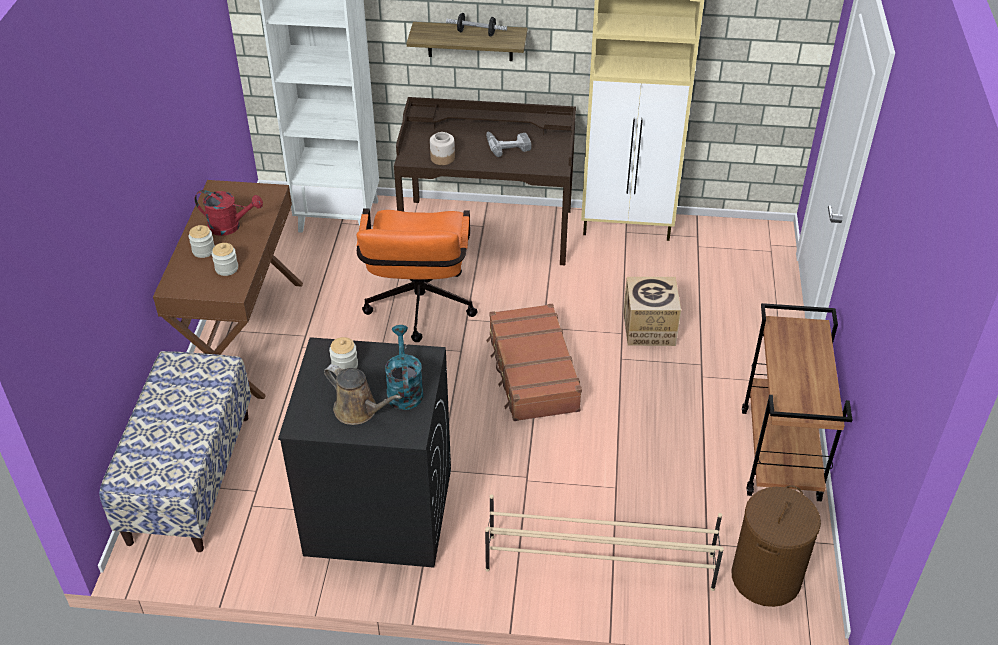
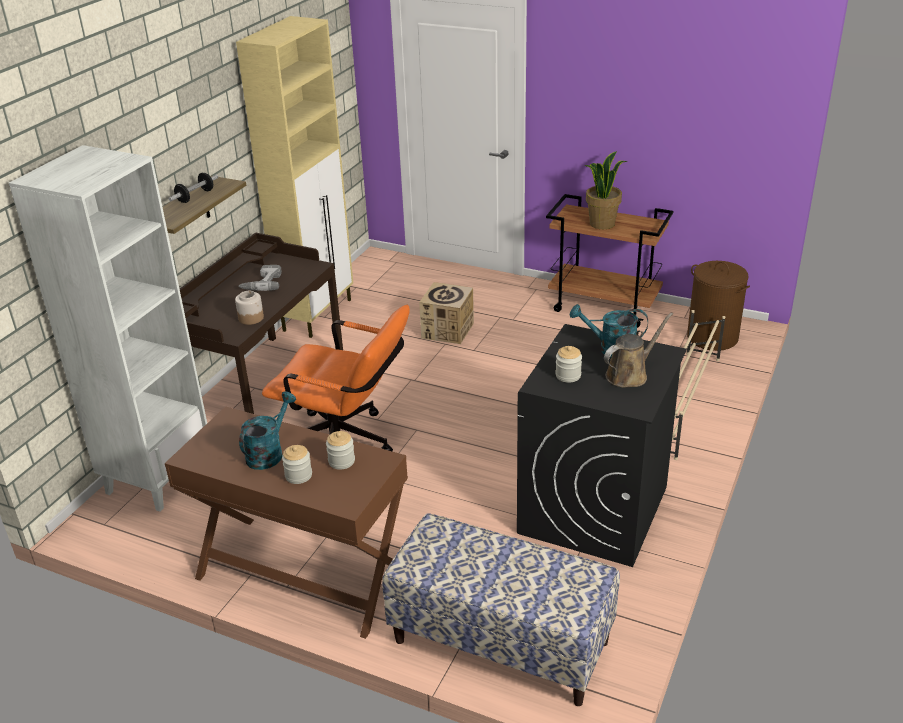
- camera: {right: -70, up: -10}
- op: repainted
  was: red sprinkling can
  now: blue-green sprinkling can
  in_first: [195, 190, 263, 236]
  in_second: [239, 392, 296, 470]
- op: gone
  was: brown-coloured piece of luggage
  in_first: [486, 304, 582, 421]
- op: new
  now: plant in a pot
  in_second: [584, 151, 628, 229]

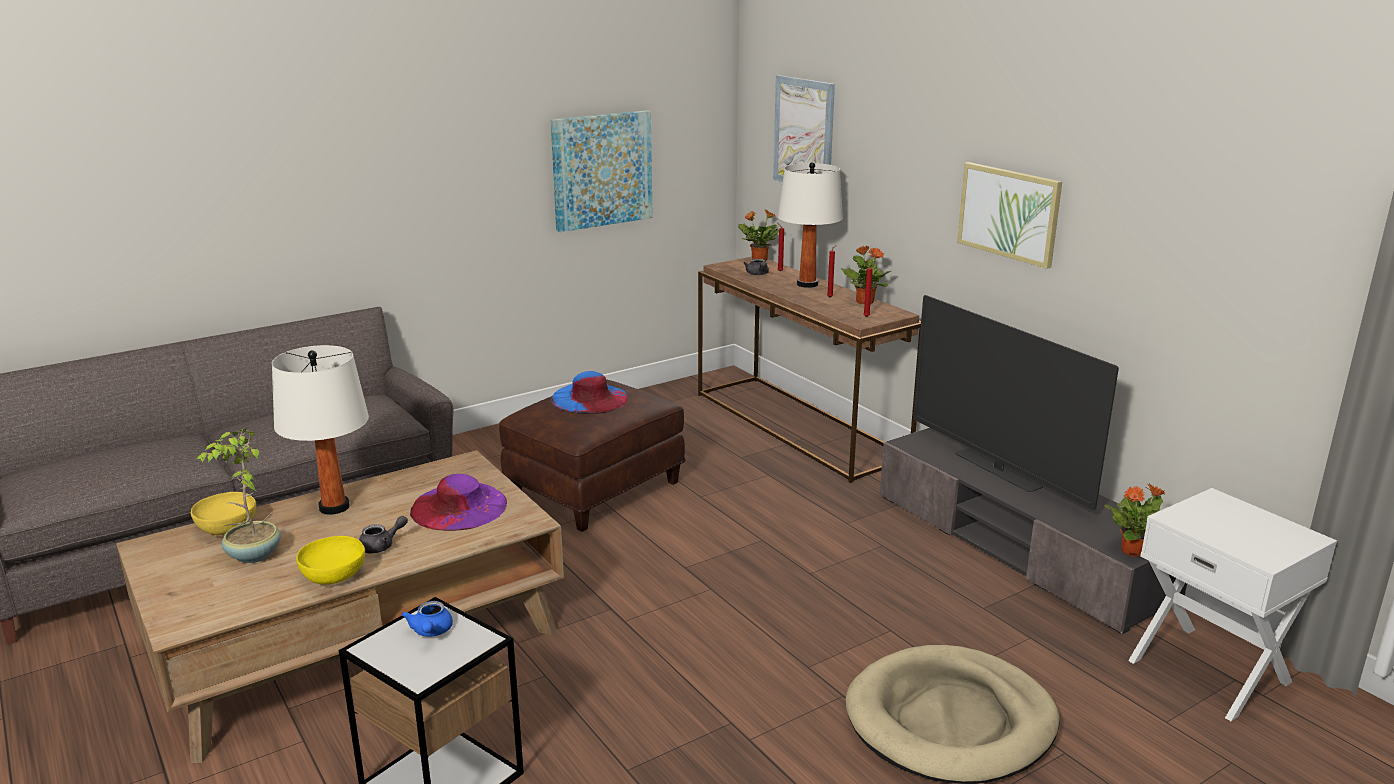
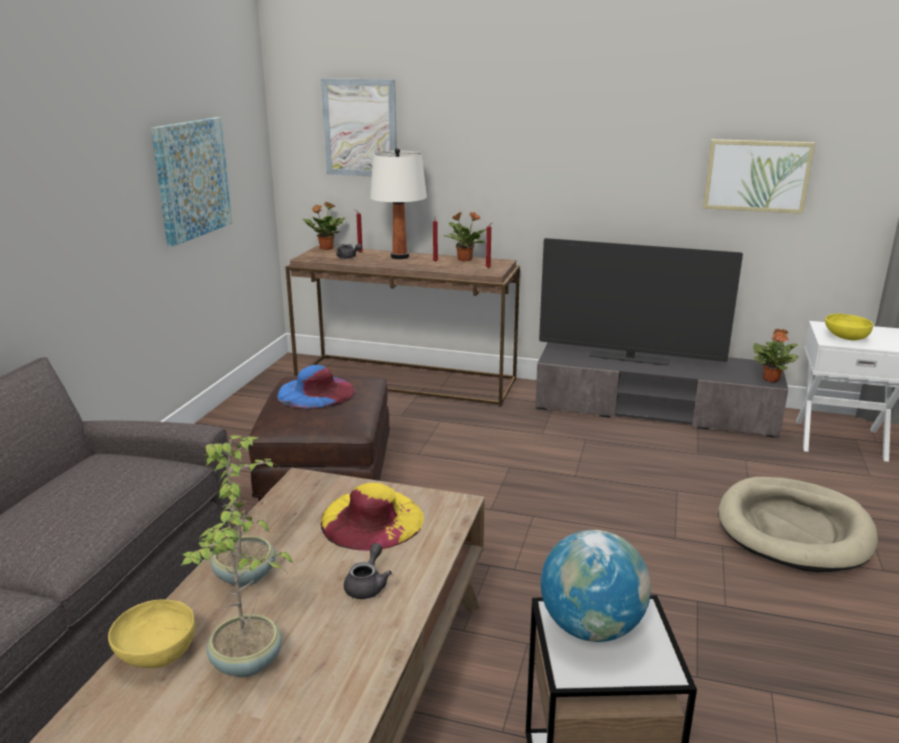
- camera: {right: -40, up: 0}
- op: shifted
  was: wall picture
  in_first: [957, 162, 1062, 269]
  in_second: [703, 139, 815, 214]
- op: swapped
  was: whitish lamp for a table
  now: plant in a pot
  in_first: [272, 345, 369, 515]
  in_second: [203, 435, 278, 587]
- op: repainted
  was: purple clothing hat
  now: yellow-coloured clothing hat
  in_first: [410, 474, 507, 531]
  in_second: [321, 483, 424, 551]
- op: shifted
  was: yellow-coloured deep dish
  in_first: [296, 536, 365, 584]
  in_second: [825, 314, 873, 341]
- op: swapped
  was: blue-coloured teapot
  now: globe
  in_first: [401, 601, 453, 637]
  in_second: [541, 530, 651, 642]

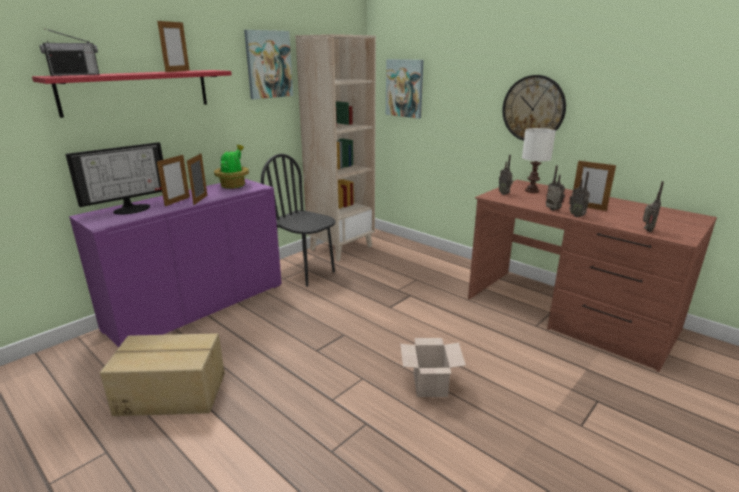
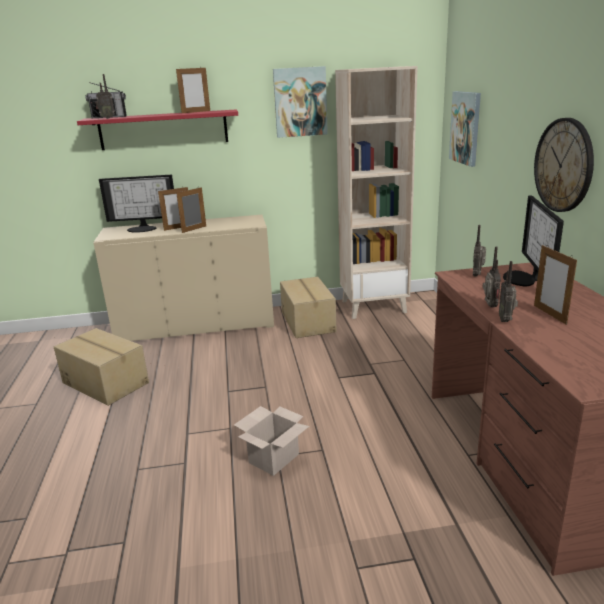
- camera: {right: 40, up: 0}
- op: swapped
  was: whitish lamp for a table
  now: monitor
  in_first: [522, 128, 556, 193]
  in_second: [503, 195, 564, 287]
- op: gone
  was: plant in a pot
  in_first: [214, 145, 249, 189]
- op: swapped
  was: black upright chair
  now: packing box
  in_first: [261, 154, 336, 287]
  in_second: [280, 277, 337, 338]
- op: repainted
  was: purple storage cabinet
  now: beige storage cabinet
  in_first: [69, 179, 282, 348]
  in_second: [93, 215, 274, 341]
- op: shifted
  was: radio set
  in_first: [643, 181, 664, 232]
  in_second: [95, 74, 115, 119]

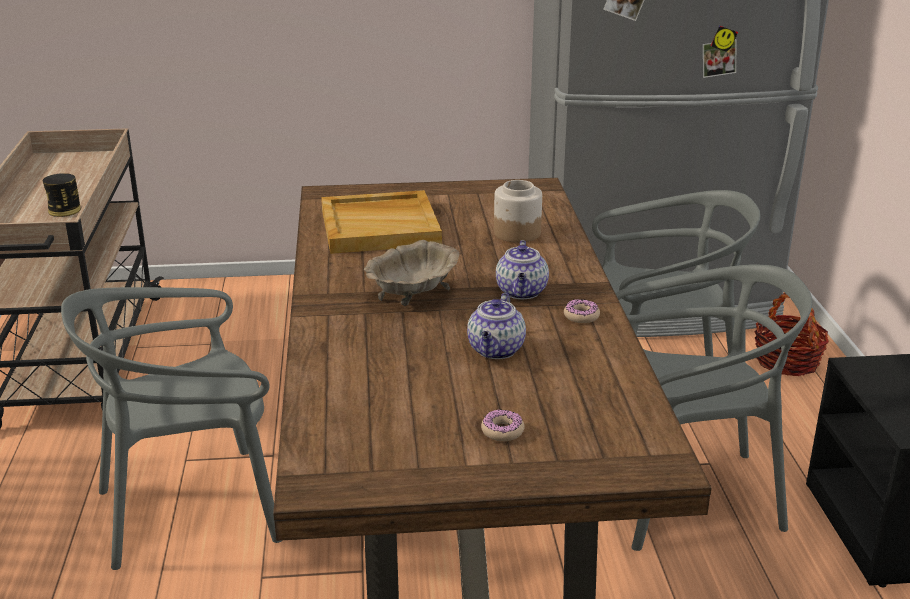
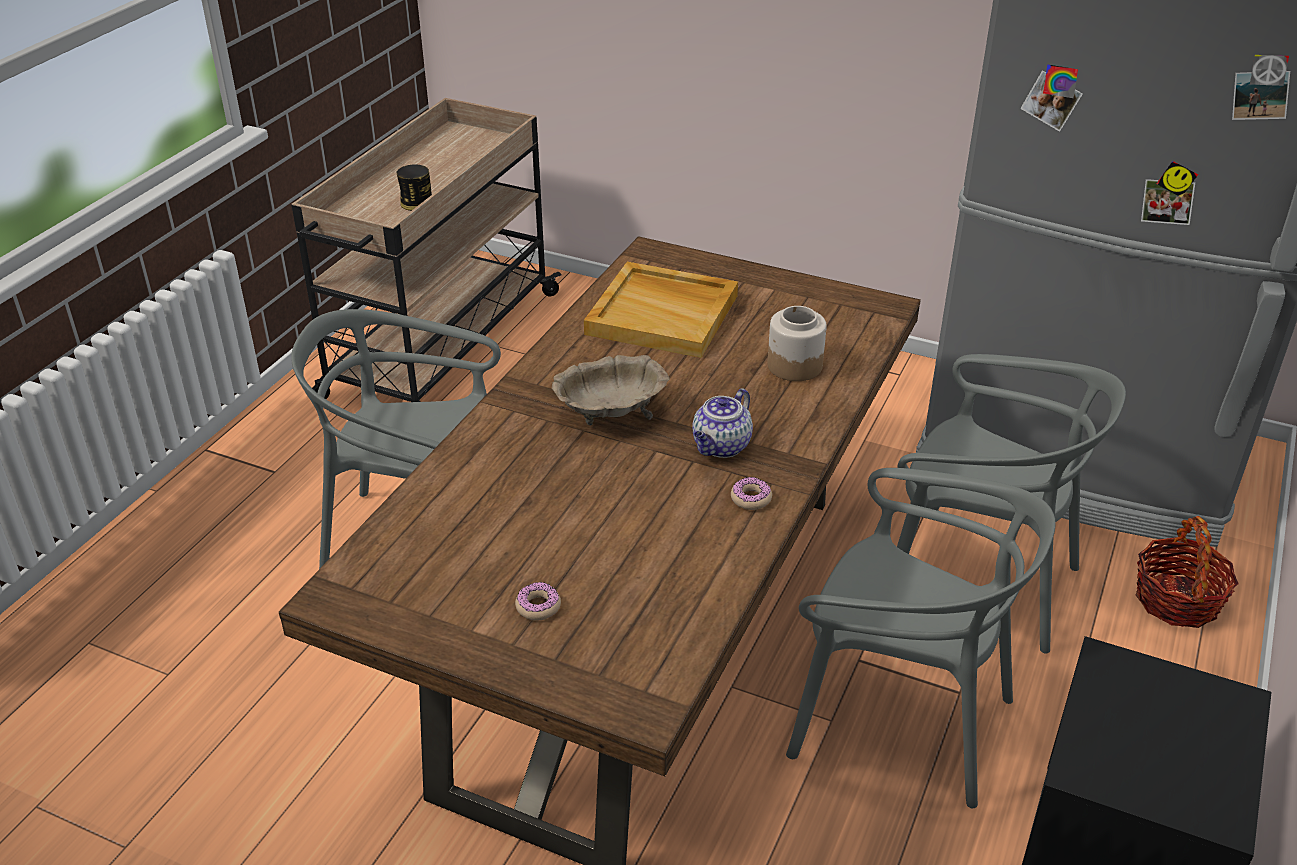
- camera: {right: 30, up: 10}
- op: gone
  was: teapot
  in_first: [467, 293, 526, 359]

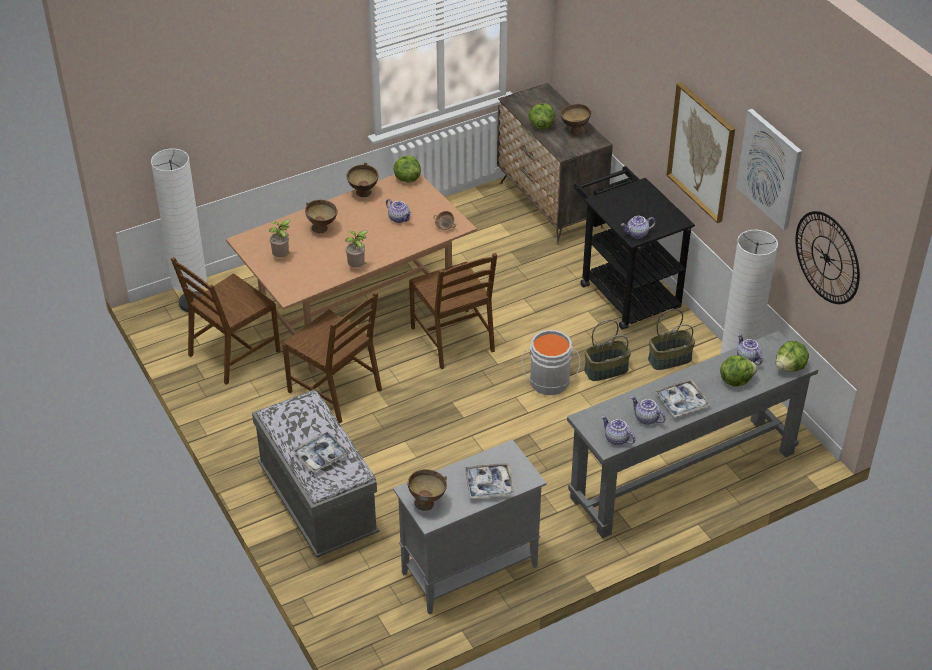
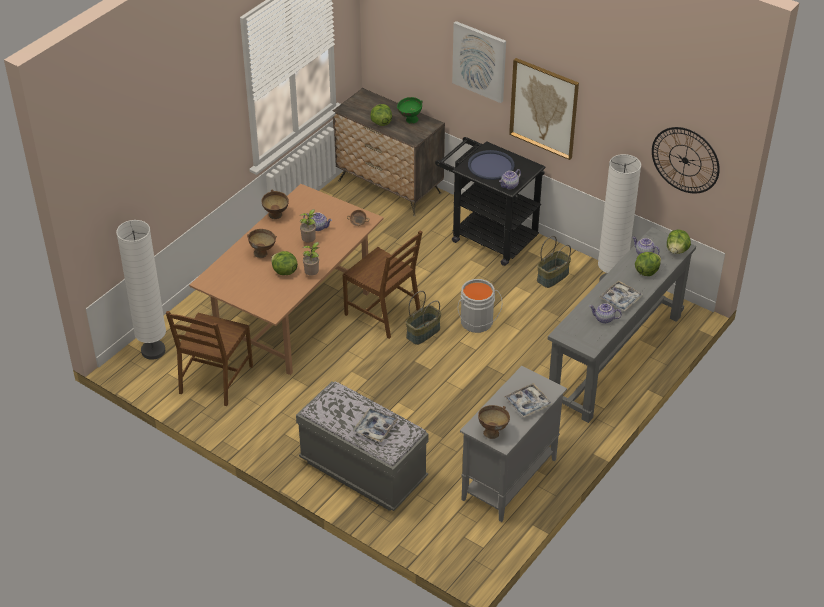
- camera: {right: -25, up: 0}
- op: repainted
  was: brown-coloured deep dish
  now: green deep dish
  in_first: [559, 104, 592, 136]
  in_second: [397, 97, 423, 124]
- op: shifted
  was: wall picture
  in_first: [736, 109, 802, 230]
  in_second: [452, 21, 506, 103]
- op: shifted
  was: lettuce
  in_first: [394, 155, 421, 183]
  in_second: [271, 251, 298, 275]
- op: shifted
  was: plant in a pot
  in_first: [269, 220, 291, 257]
  in_second: [300, 209, 316, 243]
- op: gone
  was: brown-coloured upright chair
  in_first: [282, 291, 382, 423]
- op: shifted
  was: household basket
  in_first: [584, 320, 631, 381]
  in_second: [406, 291, 441, 345]
- op: gone
  was: teapot
  in_first: [602, 416, 635, 445]
- op: new
  now: blue-coloured carrying tray
  in_second: [468, 150, 515, 180]

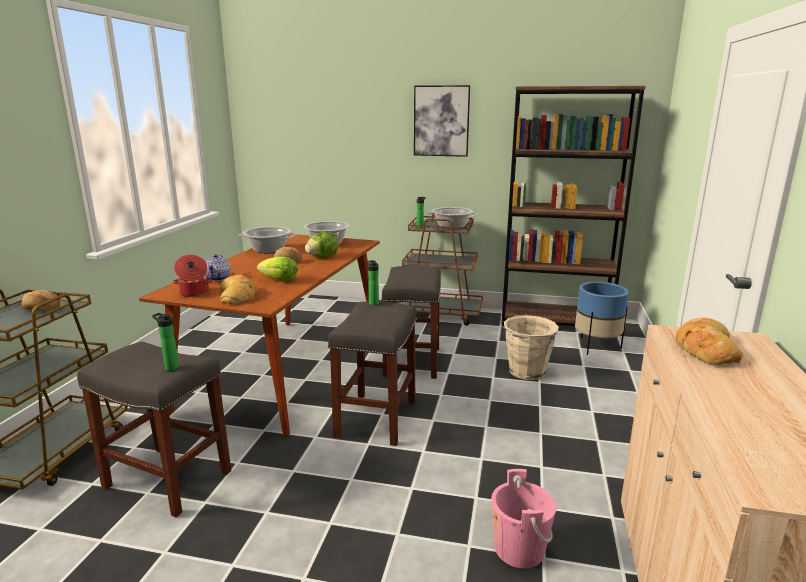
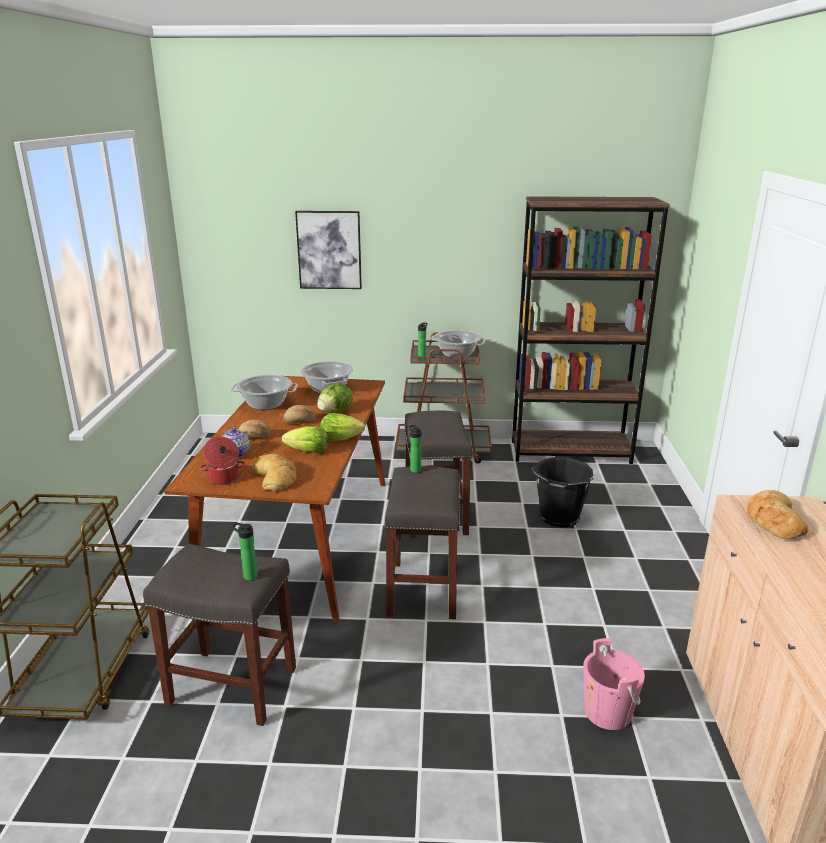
- camera: {right: -10, up: 5}
- op: shifted
  was: wall picture
  in_first: [414, 85, 470, 157]
  in_second: [295, 211, 362, 289]
- op: gone
  was: blue-coloured flower pot
  in_first: [575, 282, 629, 355]
- op: shifted
  was: bakery bread
  in_first: [22, 290, 60, 311]
  in_second: [238, 420, 272, 438]
- op: repainted
  was: beige bucket
  now: black bucket
  in_first: [501, 315, 559, 380]
  in_second: [532, 457, 593, 527]
- op: new
  now: lettuce
  in_second: [320, 413, 365, 441]

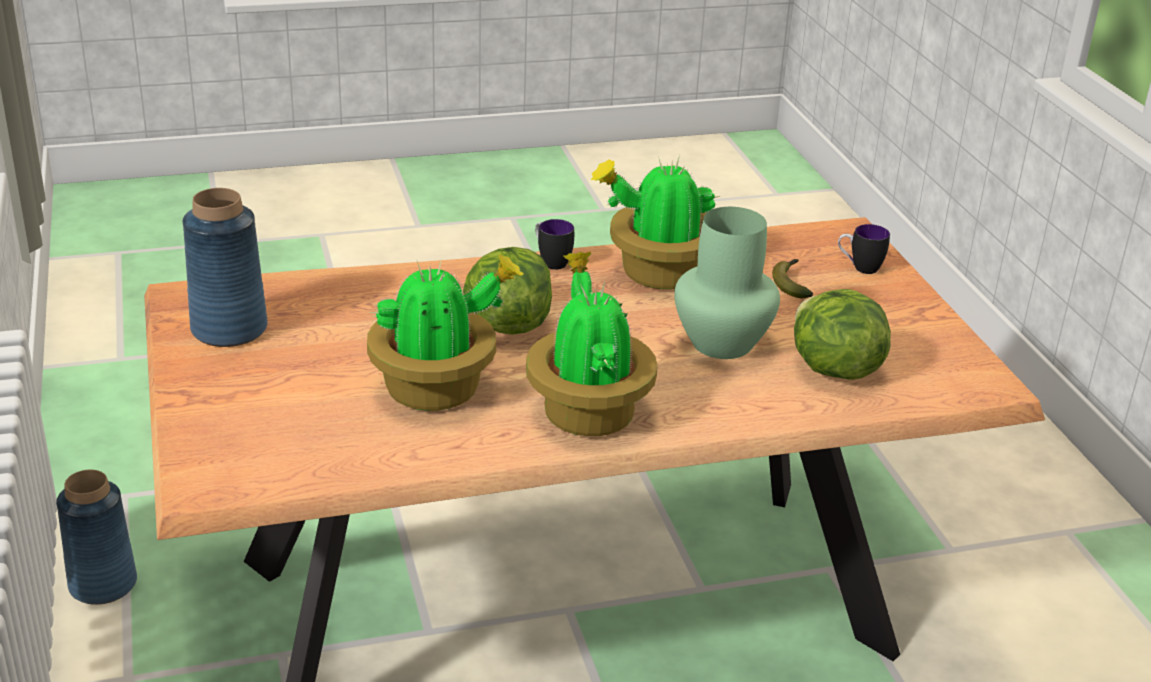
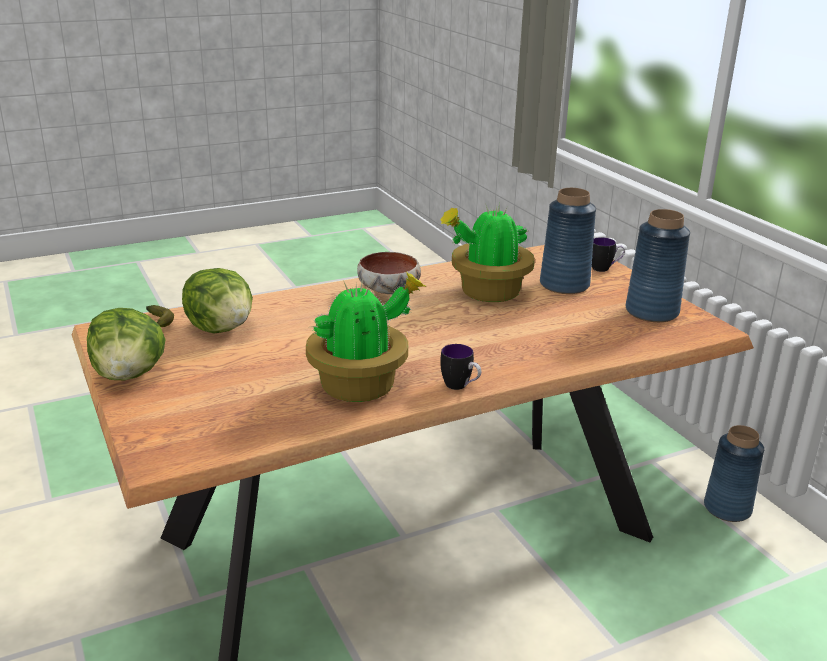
- camera: {right: 170, up: -5}
- op: gone
  was: green vase
  in_first: [674, 207, 780, 359]
- op: shifted
  was: coffee mug
  in_first: [838, 224, 890, 274]
  in_second: [592, 237, 625, 272]
- op: shifted
  was: lettuce
  in_first: [463, 247, 552, 335]
  in_second: [87, 308, 166, 380]
- op: swapped
  was: plant in a pot
  now: deep dish
  in_first: [526, 252, 658, 436]
  in_second: [357, 252, 421, 294]
- op: shifted
  was: banana
  in_first: [772, 259, 813, 298]
  in_second: [146, 305, 174, 327]
- op: new
  now: blue-coloured vase
  in_second: [540, 188, 596, 294]

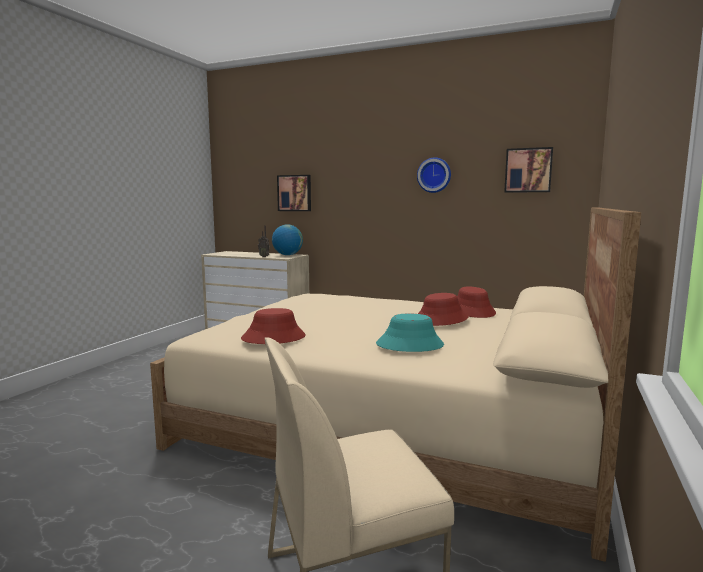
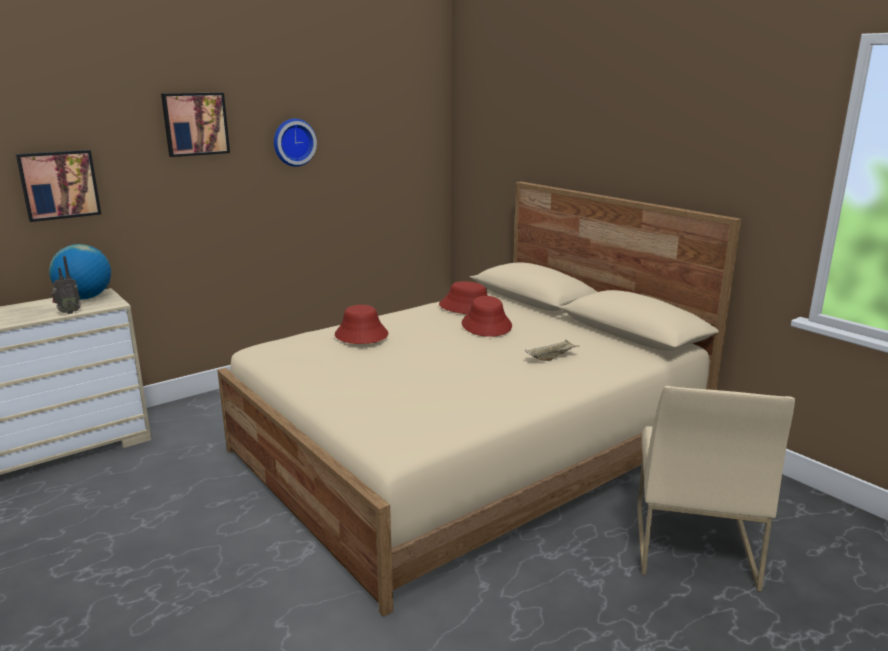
- camera: {right: -60, up: 10}
- op: shifted
  was: wall picture
  in_first: [504, 147, 553, 193]
  in_second: [161, 92, 230, 157]
- op: shifted
  was: red clothing hat
  in_first: [241, 308, 306, 344]
  in_second: [335, 305, 388, 344]
- op: swapped
  was: blue-green clothing hat
  now: beige carrying tray
  in_first: [376, 314, 444, 352]
  in_second: [525, 339, 580, 361]

